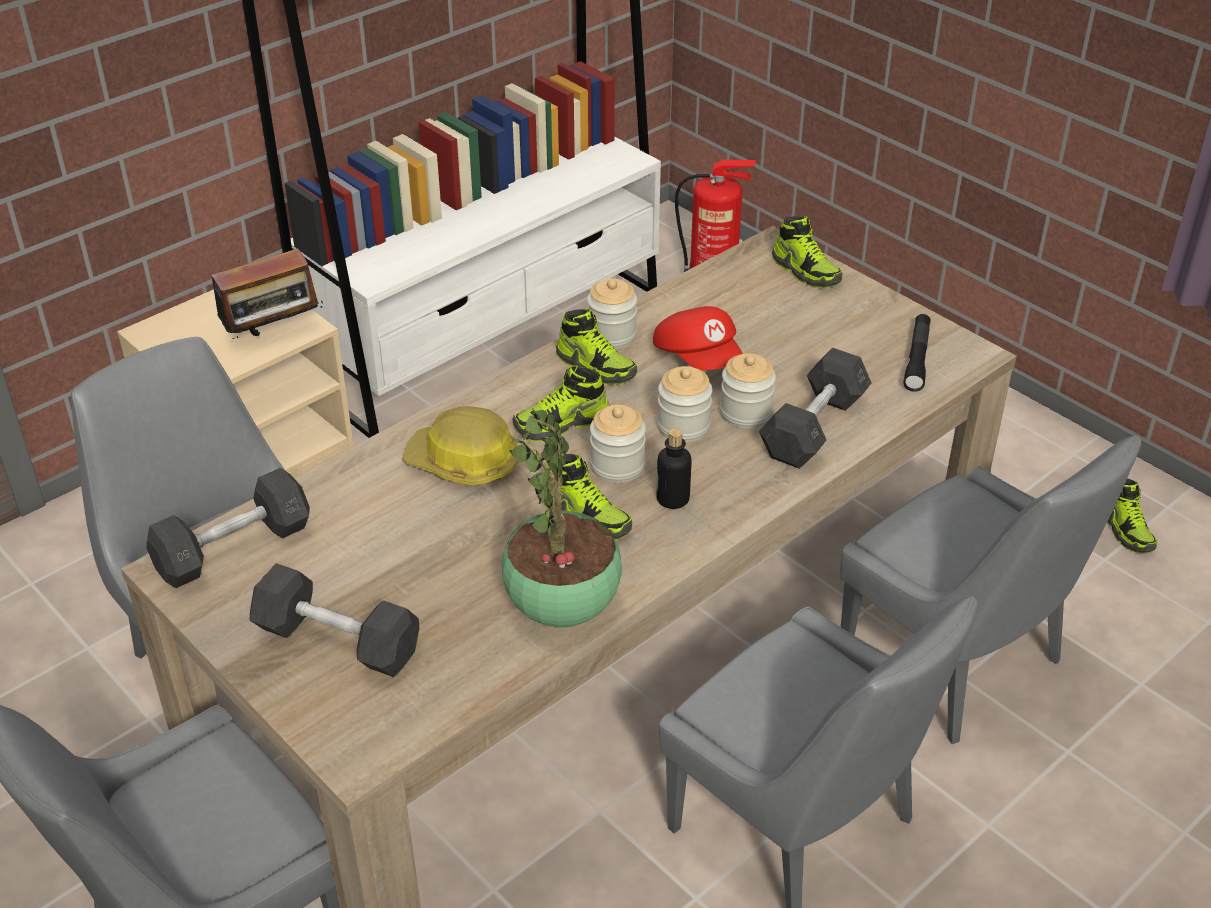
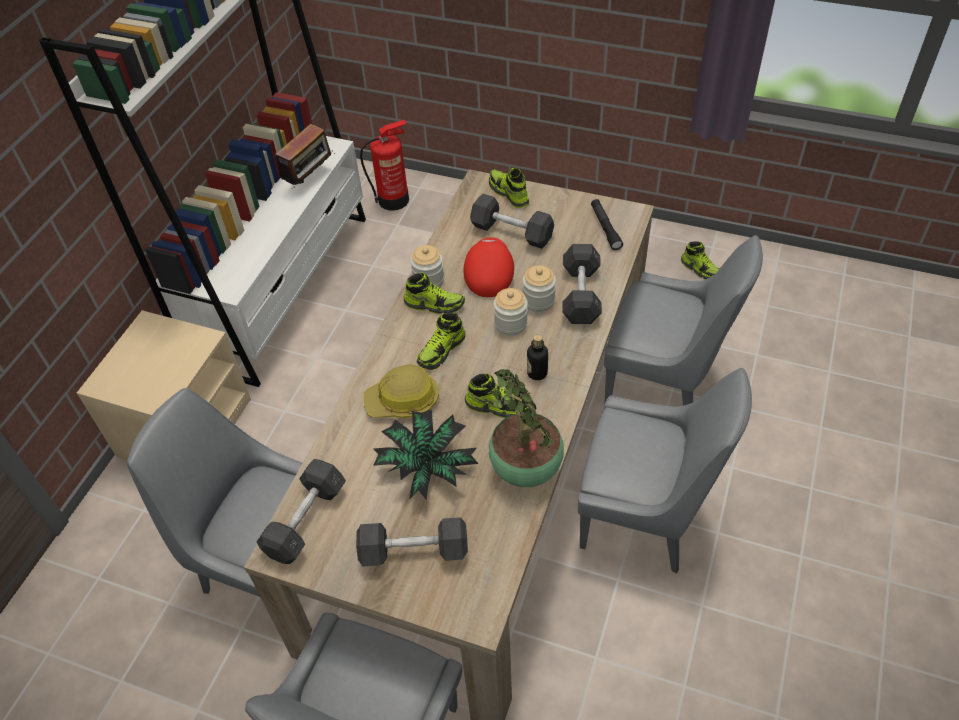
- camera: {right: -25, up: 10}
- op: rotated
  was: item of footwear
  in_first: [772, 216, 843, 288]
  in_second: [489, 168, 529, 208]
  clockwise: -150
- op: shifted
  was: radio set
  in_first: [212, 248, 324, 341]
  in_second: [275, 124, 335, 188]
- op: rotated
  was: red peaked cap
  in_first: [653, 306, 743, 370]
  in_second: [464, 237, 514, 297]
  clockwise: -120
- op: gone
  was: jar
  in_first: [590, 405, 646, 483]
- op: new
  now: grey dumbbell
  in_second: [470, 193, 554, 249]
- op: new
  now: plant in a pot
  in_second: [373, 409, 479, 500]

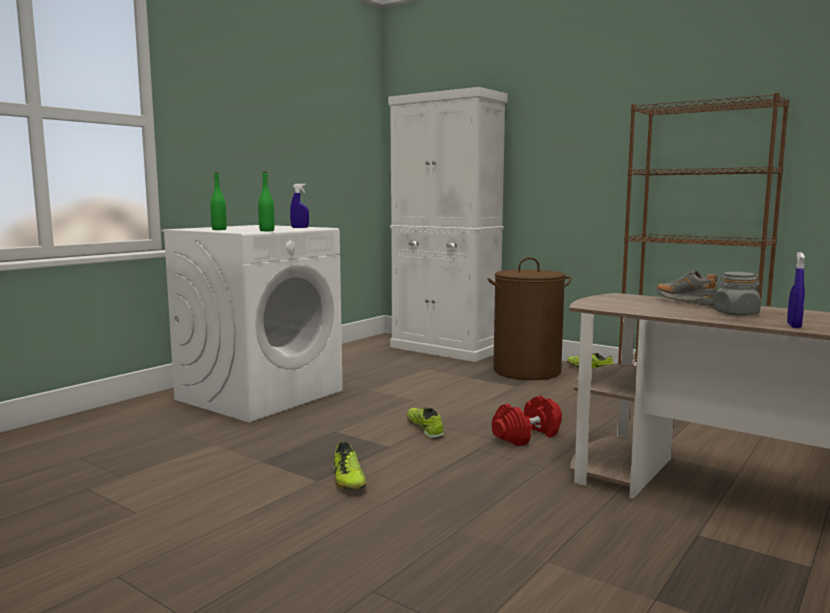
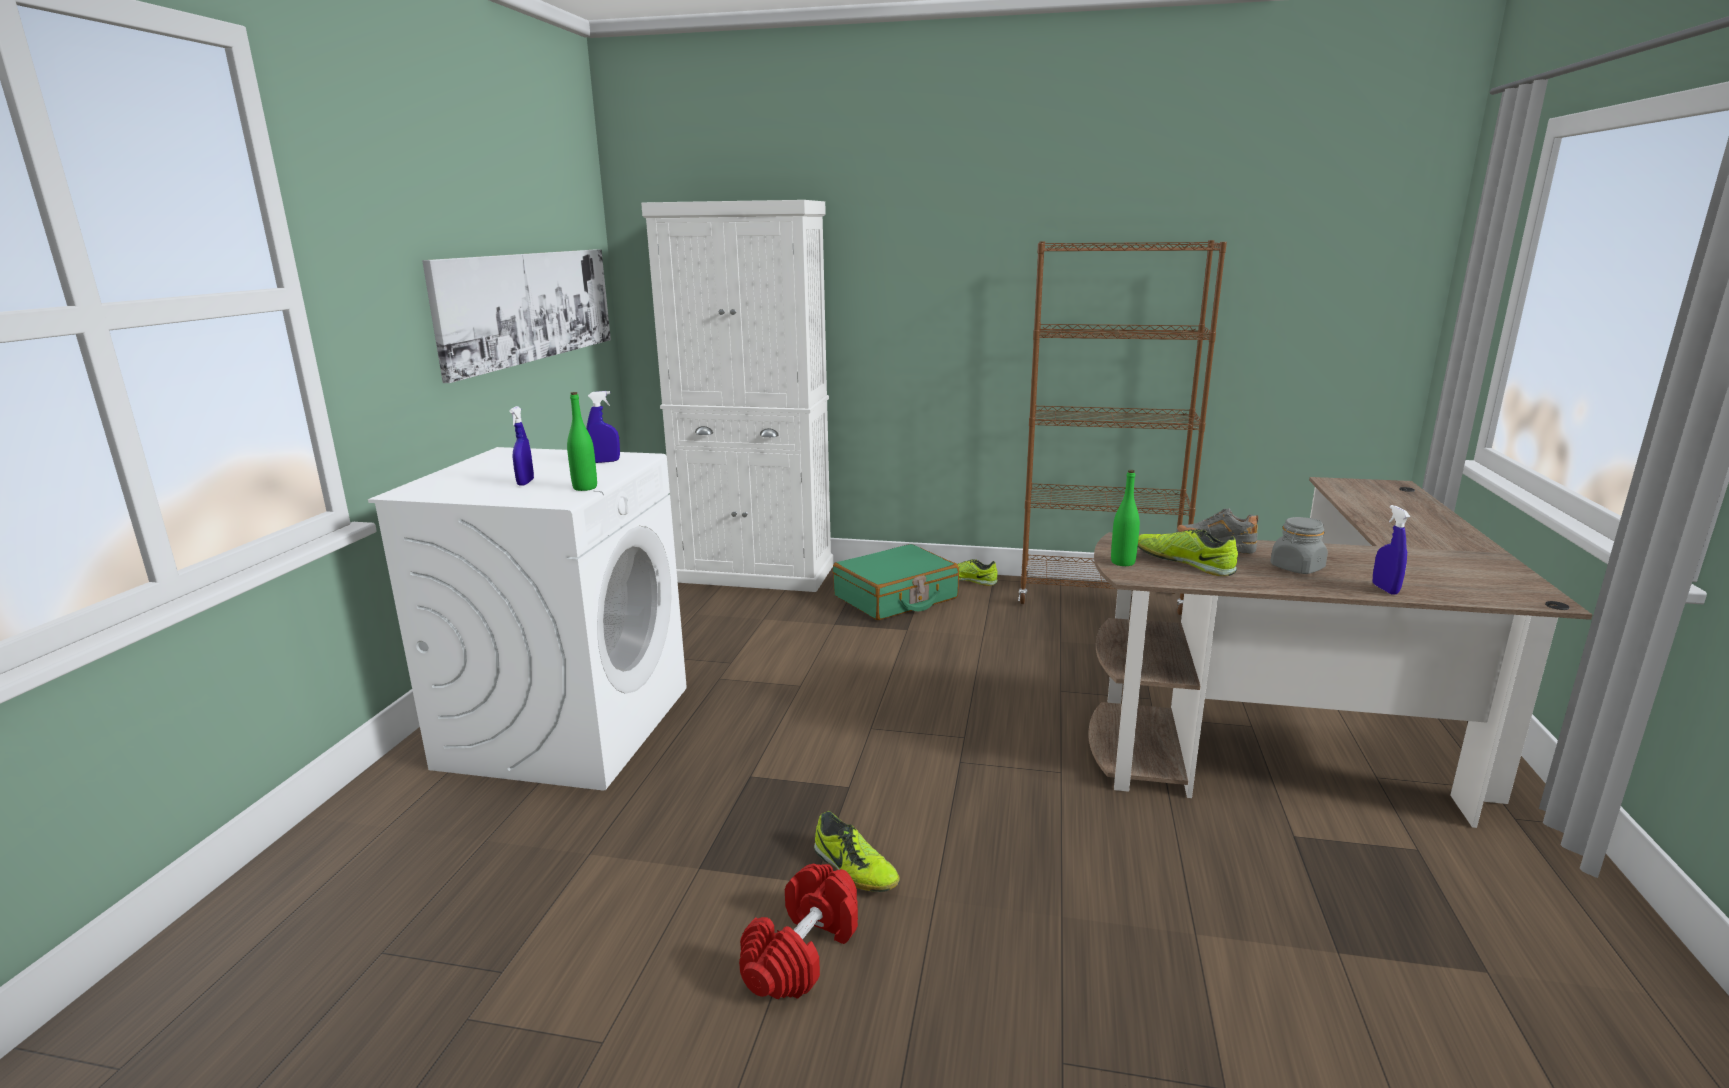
- camera: {right: -25, up: 10}
- op: shifted
  was: green drink bottle
  in_first: [210, 172, 227, 230]
  in_second: [1111, 470, 1140, 566]
- op: swapped
  was: brown-coloured laundry basket
  now: green piece of luggage
  in_first: [487, 257, 571, 380]
  in_second: [833, 544, 959, 620]
- op: shifted
  was: red dumbbell
  in_first: [492, 395, 562, 446]
  in_second: [739, 864, 858, 999]
- op: shifted
  was: item of footwear
  in_first: [407, 407, 444, 439]
  in_second: [1138, 529, 1238, 576]
- op: new
  now: wall picture
  in_second: [422, 249, 611, 383]
- op: new
  now: blue-coloured spray bottle
  in_second: [509, 406, 534, 486]

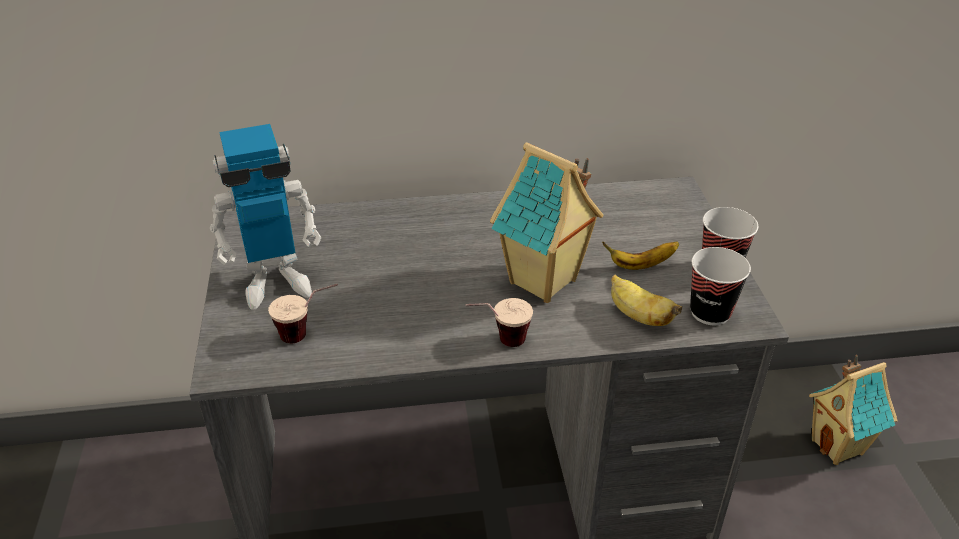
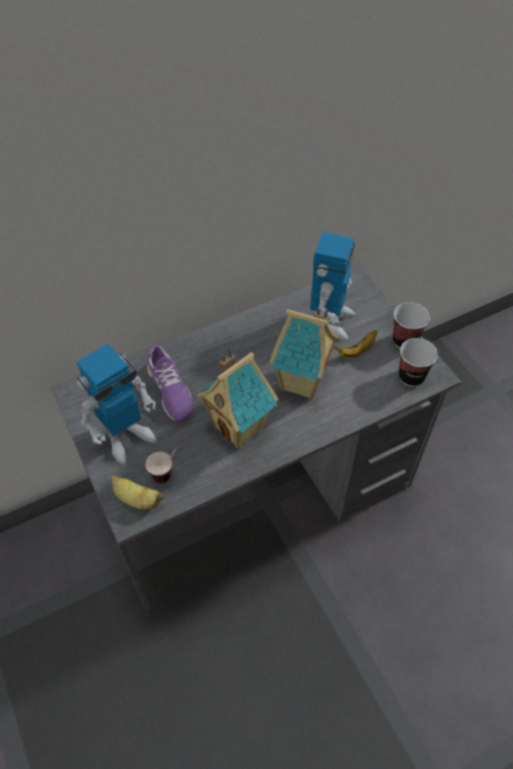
- camera: {right: -20, up: 15}
- op: shifted
  was: banana
  in_first: [611, 275, 682, 326]
  in_second: [111, 475, 164, 510]
- op: gone
  was: drinking cup
  in_first: [466, 298, 533, 347]
- op: shifted
  was: model house
  in_first: [809, 355, 898, 465]
  in_second: [197, 348, 279, 449]
- op: new
  now: model robot
  in_second: [310, 232, 355, 340]
- op: new
  now: purple item of footwear
  in_second: [147, 345, 193, 421]

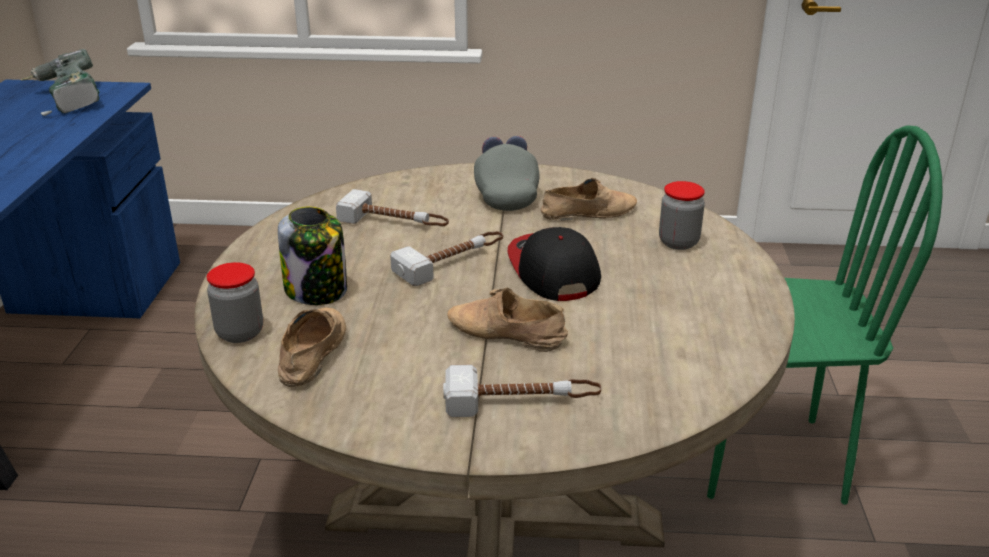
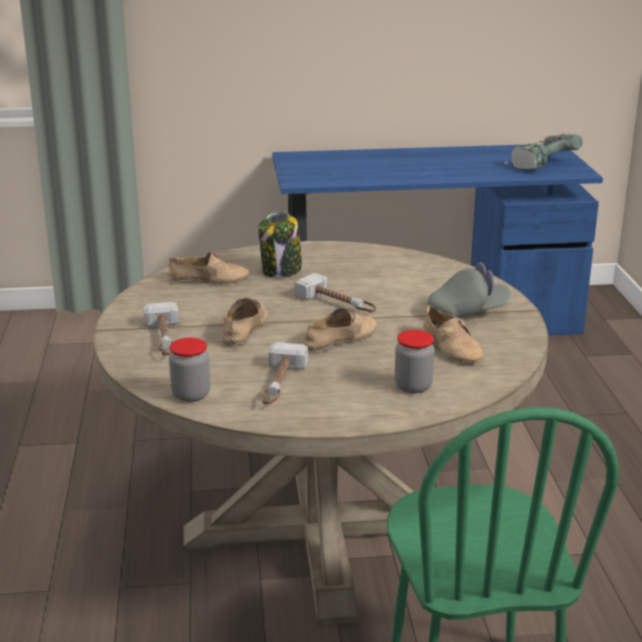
- camera: {right: 80, up: -5}
- op: shifted
  was: tool hammer
  in_first: [336, 189, 449, 226]
  in_second: [262, 342, 308, 404]
- op: swapped
  was: peaked cap
  now: beige item of footwear
  in_first: [508, 227, 601, 301]
  in_second: [303, 308, 377, 351]
- op: shifted
  was: jar
  in_first: [207, 262, 263, 343]
  in_second: [169, 338, 210, 402]

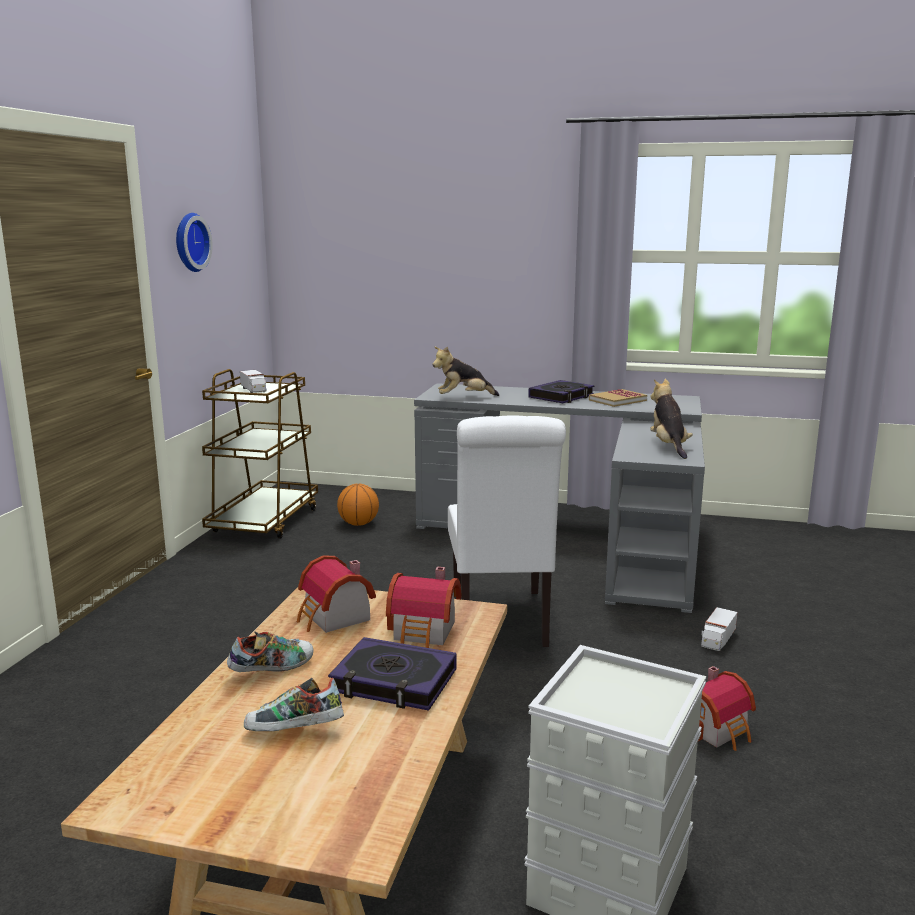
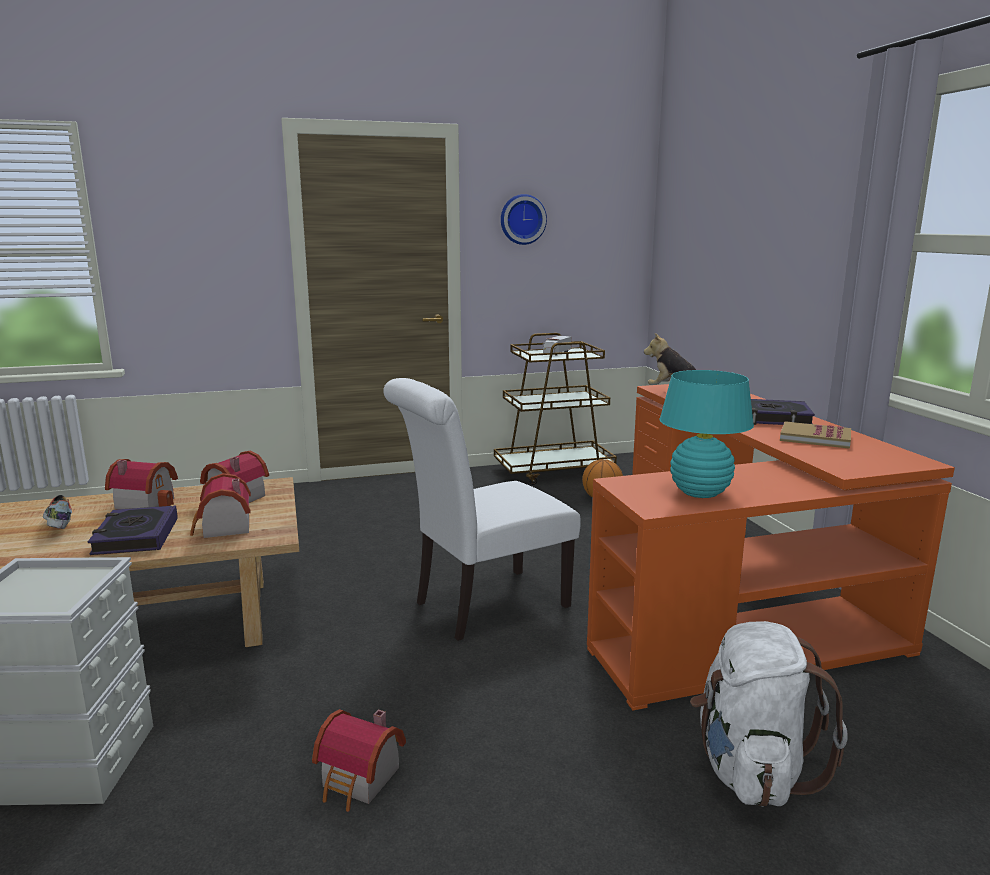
- camera: {right: 60, up: 0}
- op: swapped
  was: plush toy
  now: blue-green lamp for a table
  in_first: [650, 378, 693, 459]
  in_second: [659, 370, 754, 498]
- op: repainted
  was: grey desk
  now: orange desk
  in_first: [414, 383, 705, 613]
  in_second: [587, 384, 955, 710]
- op: gone
  was: model truck
  in_first: [701, 607, 738, 651]
- op: swapped
  was: item of footwear
  now: model house
  in_first: [227, 632, 314, 672]
  in_second: [105, 459, 178, 509]
- op: new
  now: whitish rucksack
  in_second: [690, 621, 847, 807]

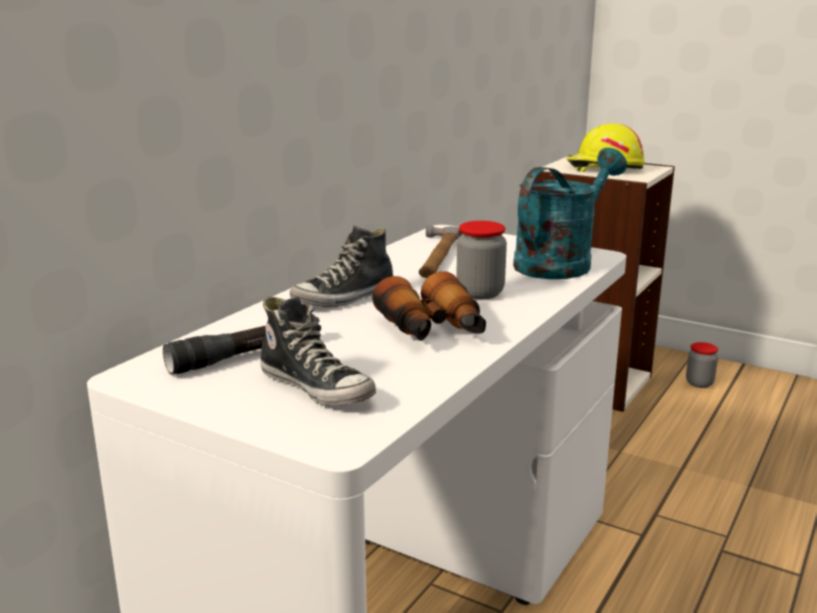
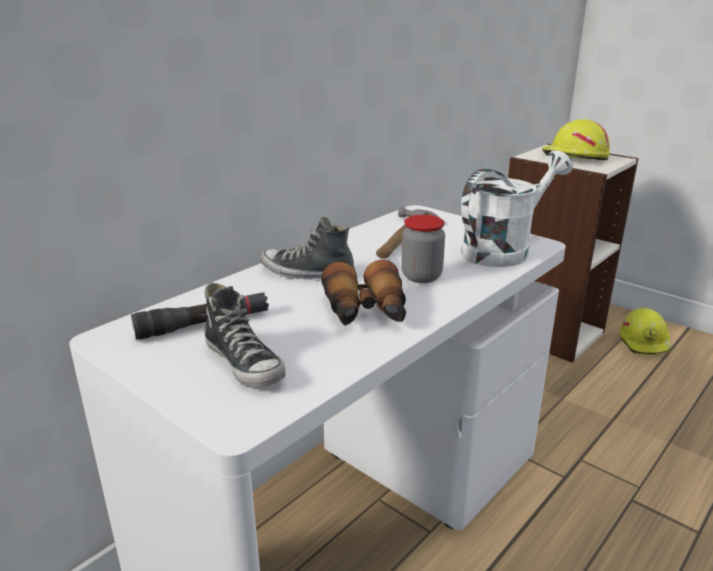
- camera: {right: 10, up: 5}
- op: repainted
  was: blue-green sprinkling can
  now: whitish sprinkling can
  in_first: [513, 148, 627, 279]
  in_second: [461, 150, 573, 267]
- op: rotated
  was: item of footwear
  in_first: [289, 225, 393, 307]
  in_second: [260, 217, 355, 279]
  clockwise: 45
- op: swapped
  was: jar
  now: yellow-coloured work helmet
  in_first: [686, 342, 718, 388]
  in_second: [620, 307, 671, 355]

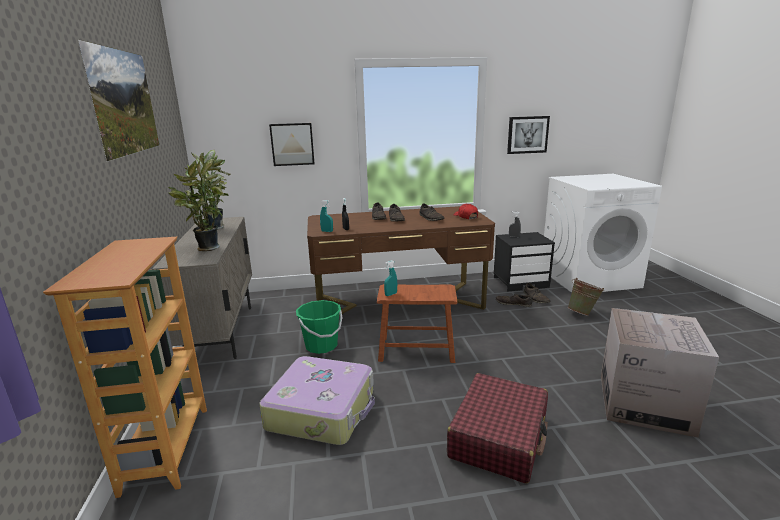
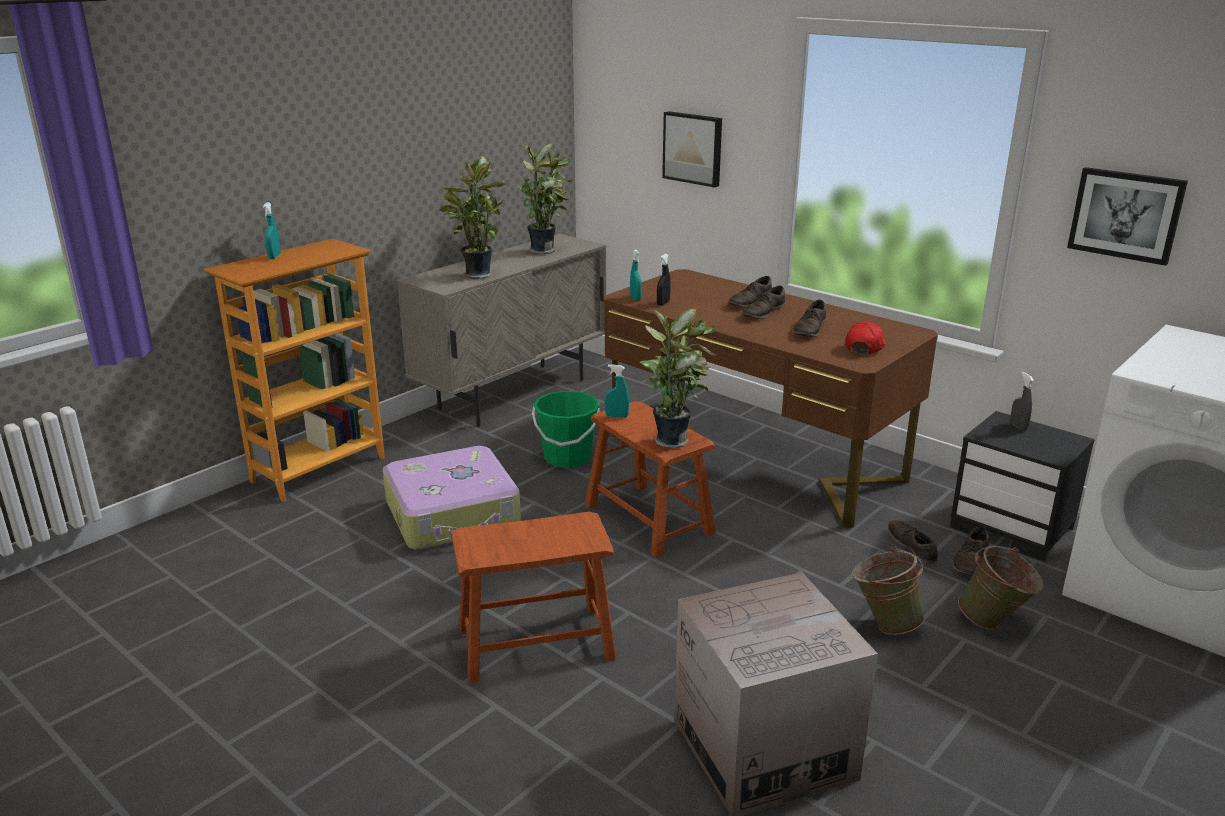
- camera: {right: 50, up: 5}
- op: gone
  was: wall picture
  in_first: [78, 39, 160, 161]
- op: swapped
  was: red piece of luggage
  now: brown-coloured stool
  in_first: [447, 373, 548, 484]
  in_second: [451, 512, 617, 684]
- op: new
  now: blue-green spray bottle
  in_second: [263, 202, 281, 259]
- op: new
  now: plant in a pot
  in_second: [640, 309, 721, 448]
- op: new
  now: green bucket
  in_second: [852, 546, 924, 635]

